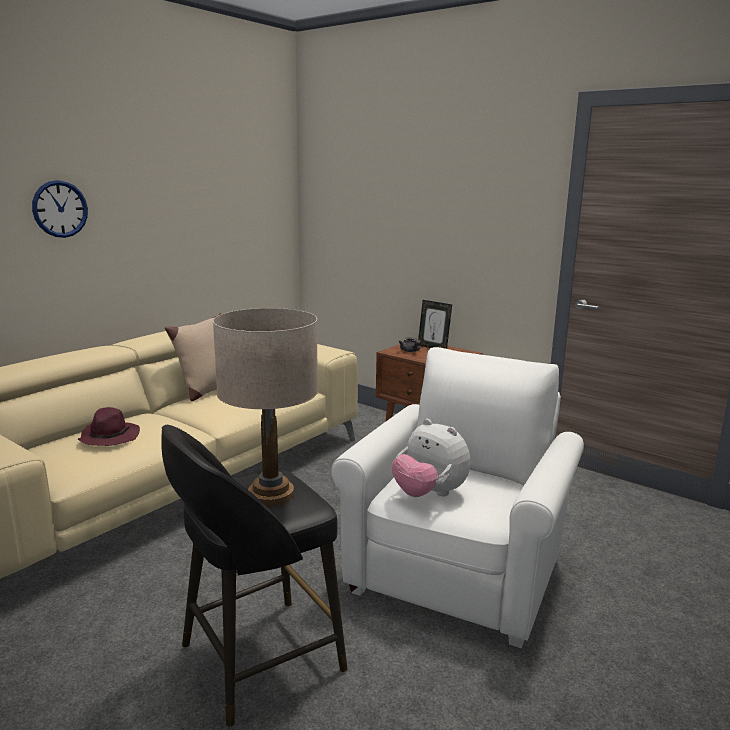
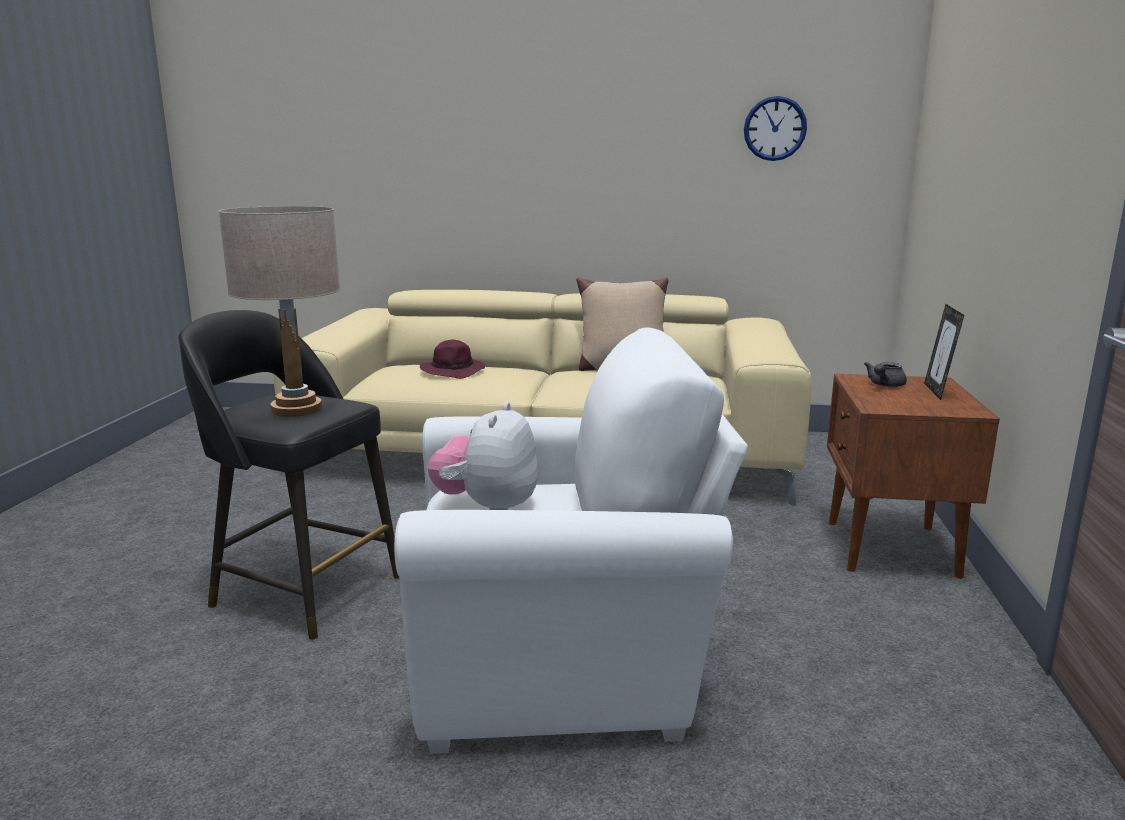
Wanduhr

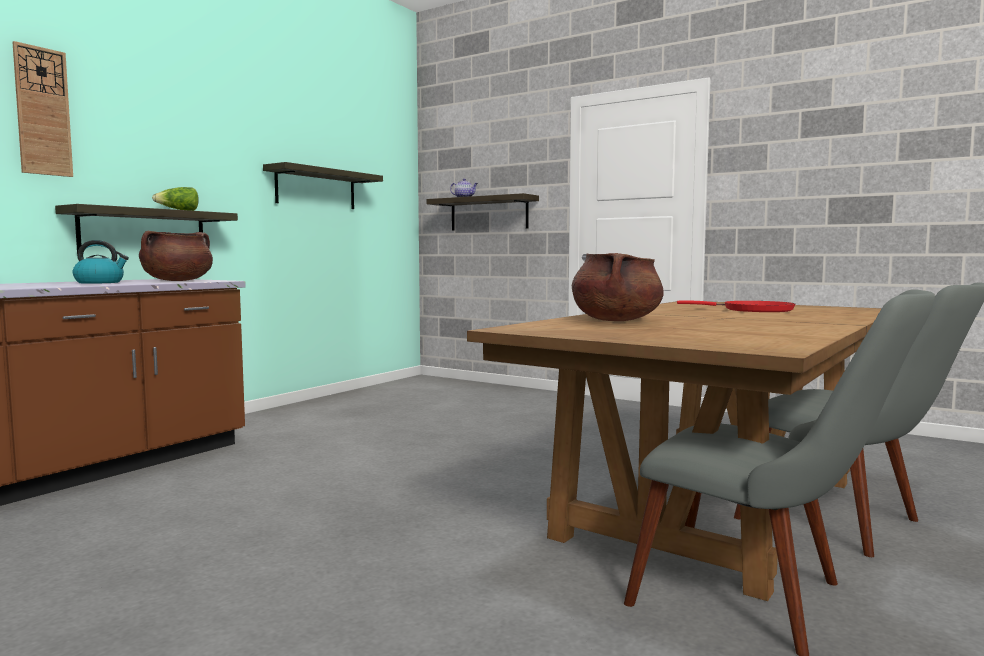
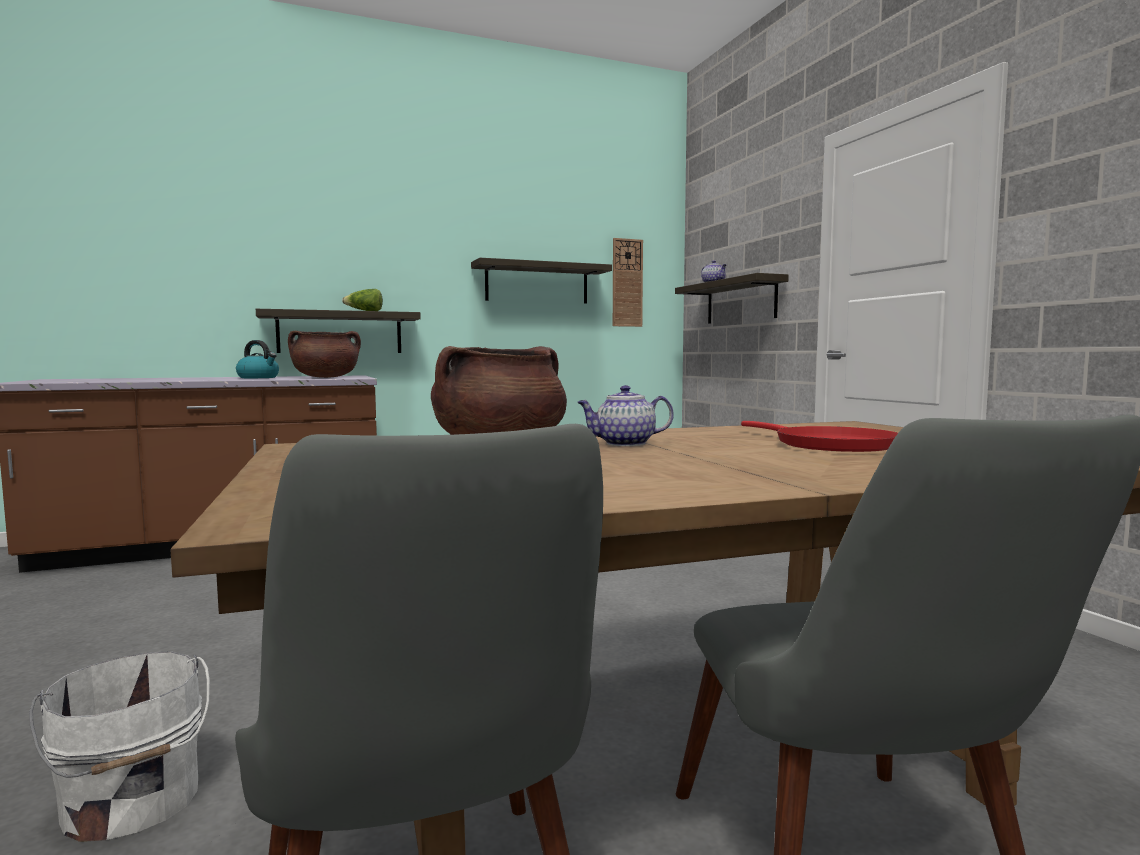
Eimer (weiß); Teekanne (no. 1 from left); Wanduhr

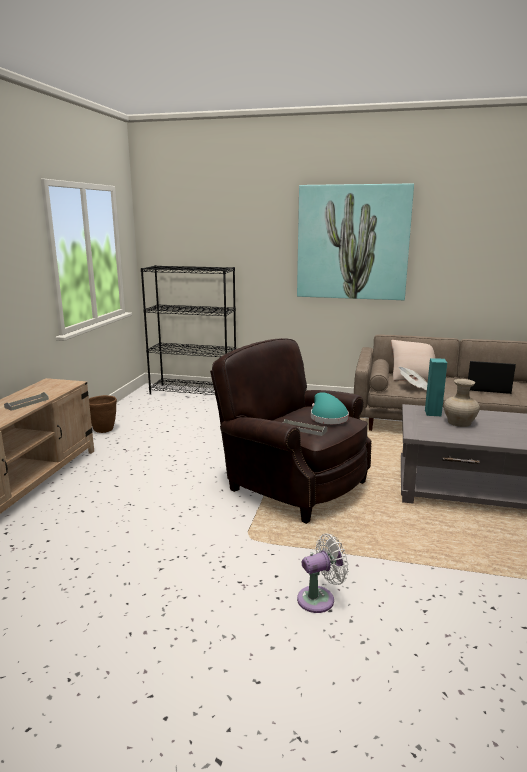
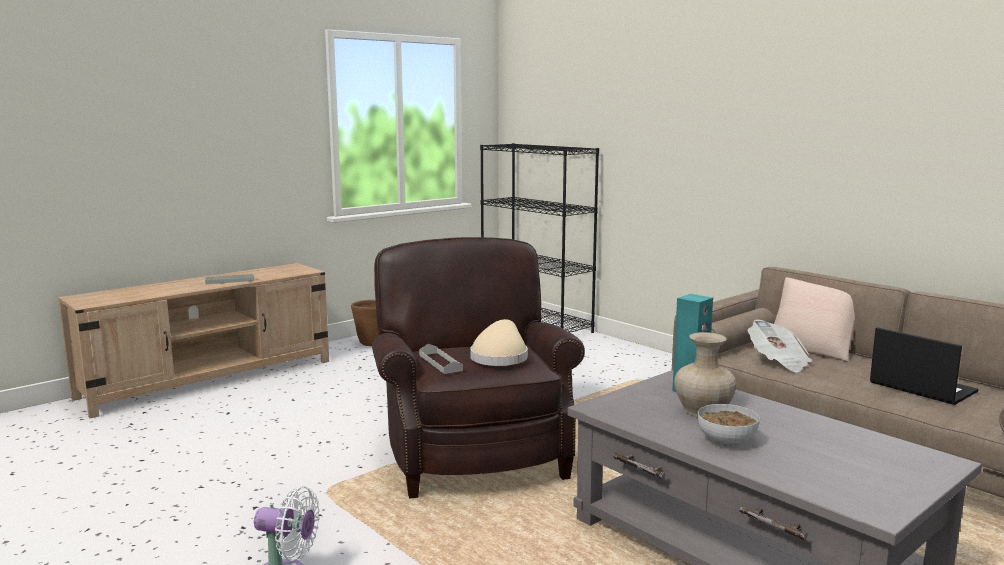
Hut (beige); Schüssel; Bild

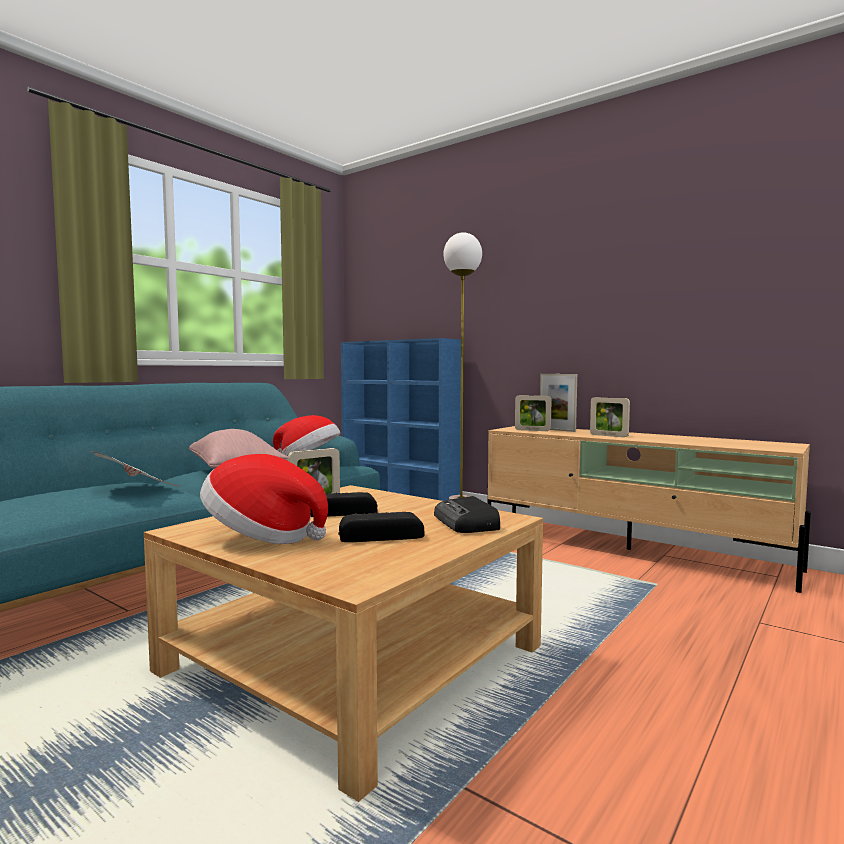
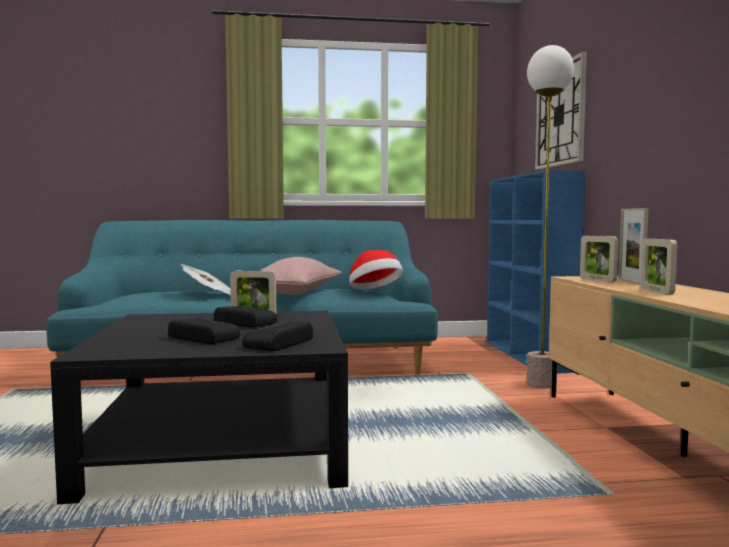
Couchtisch (schwarz); Wanduhr; Hut (no. 1 from left in the first image)

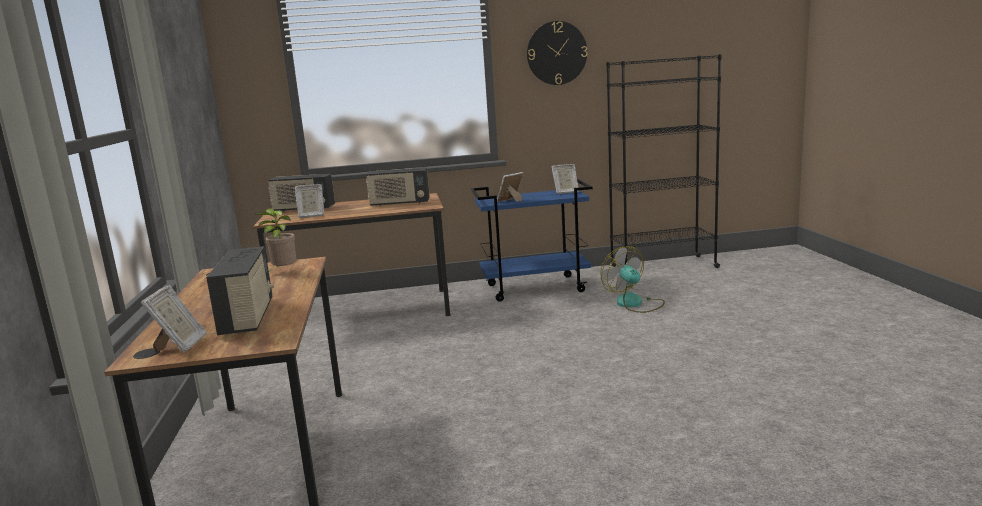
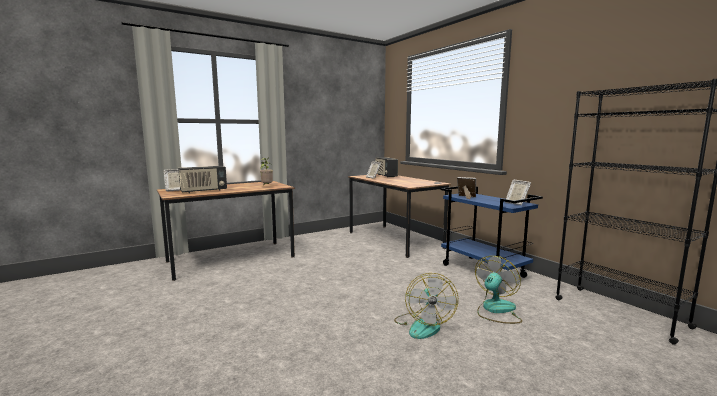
Ventilator (no. 1 from left); Radio (no. 3 from left in the first image); Wanduhr

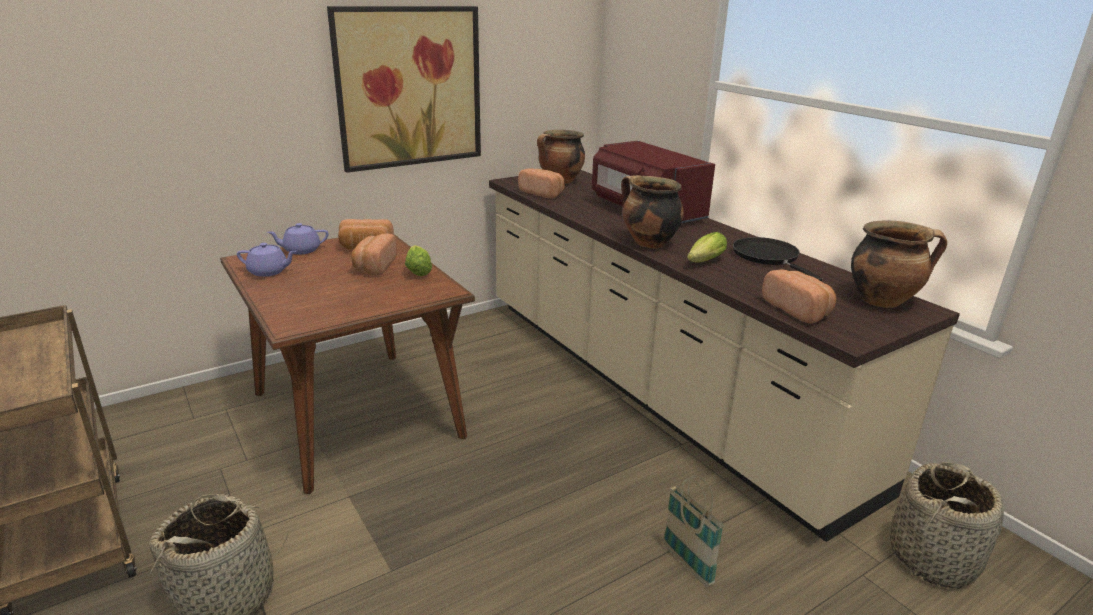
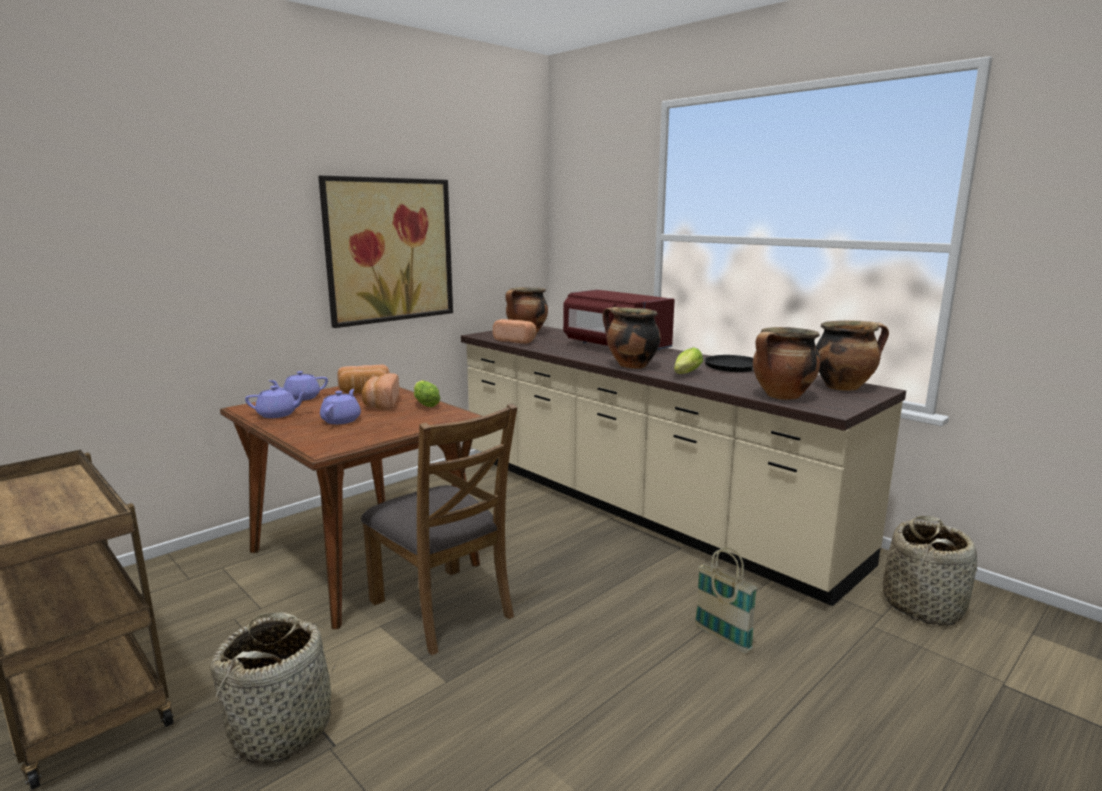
Teekanne (lila) (no. 3 from left); Stuhl (braun); Kochtopf (no. 3 from left)

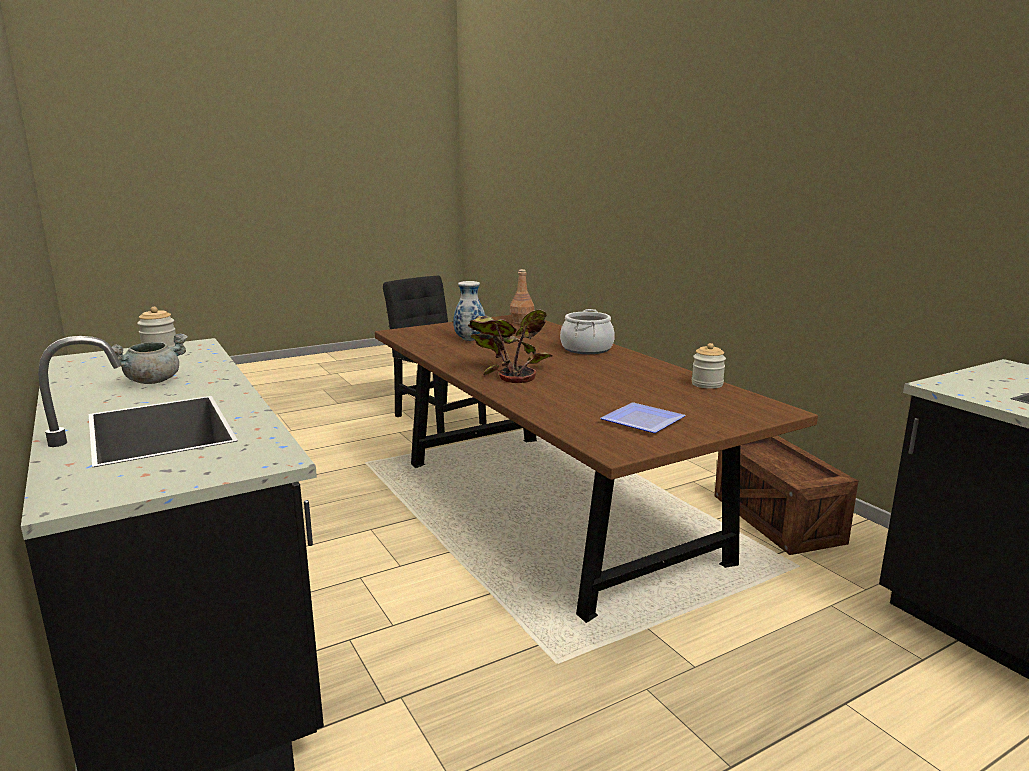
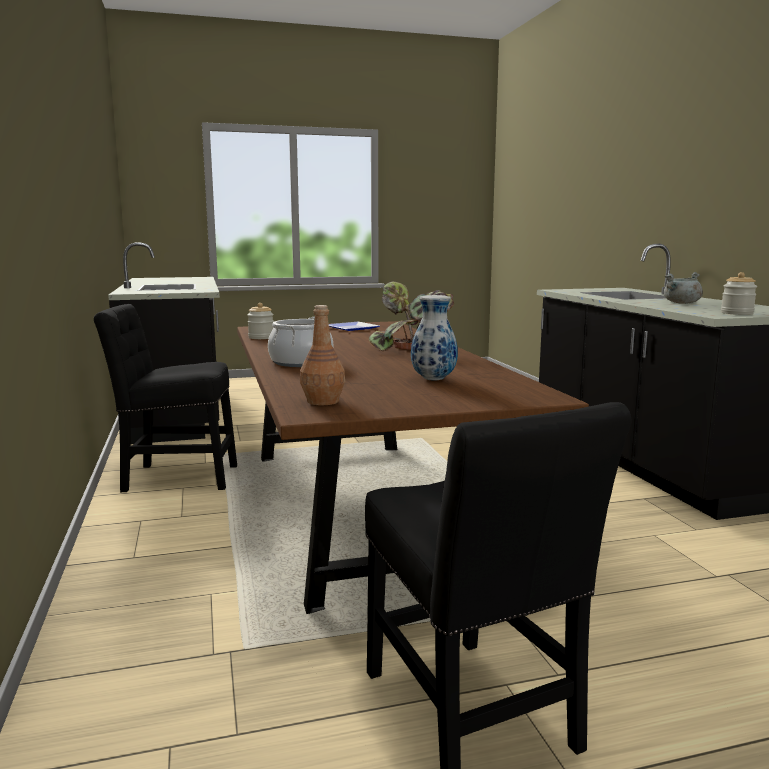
Stuhl (schwarz) (no. 1 from left)

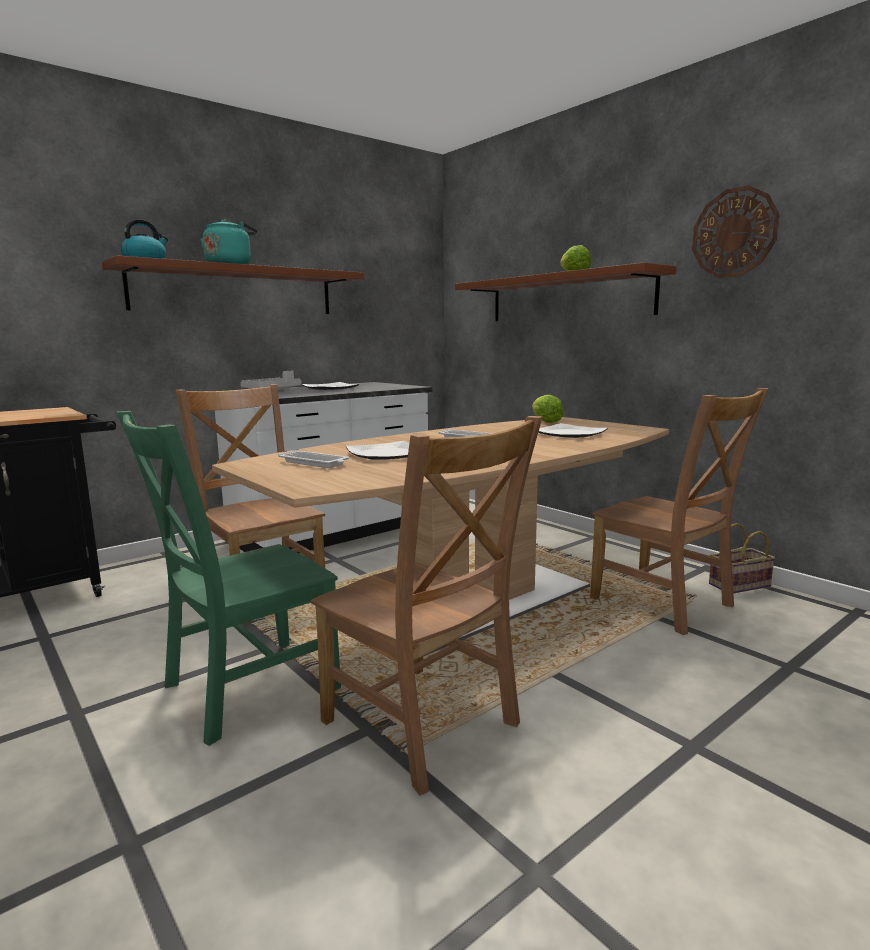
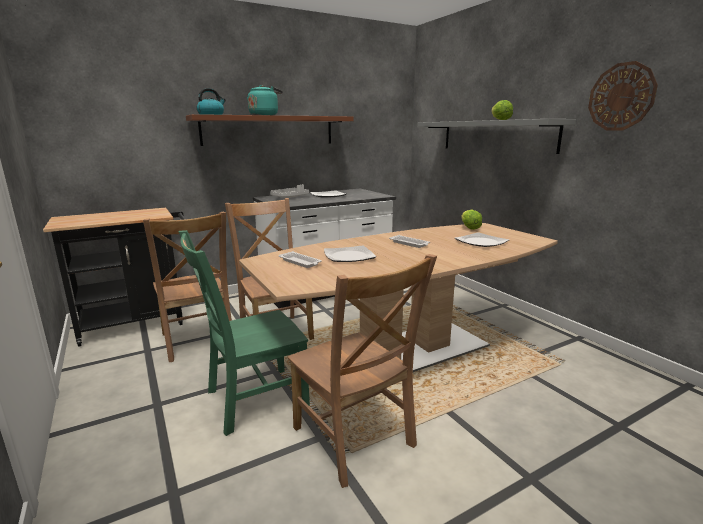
Stuhl (braun) (no. 1 from left); Wandregal (grau); Korb

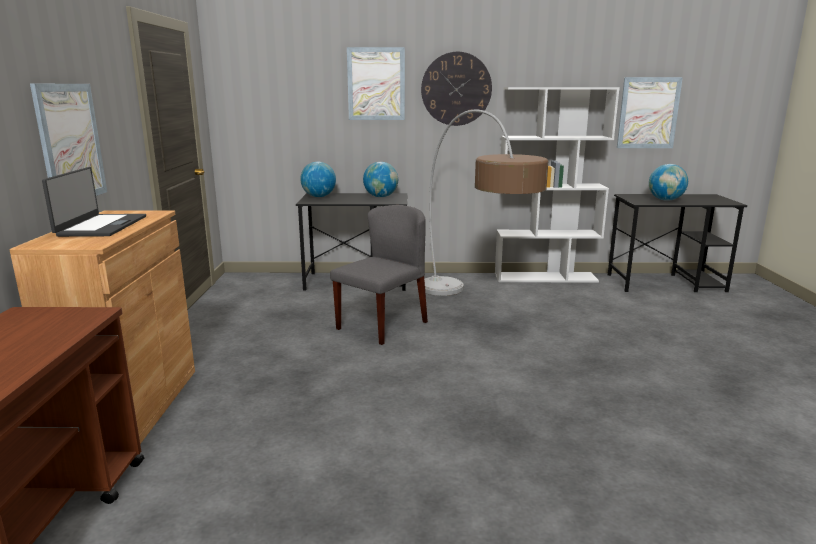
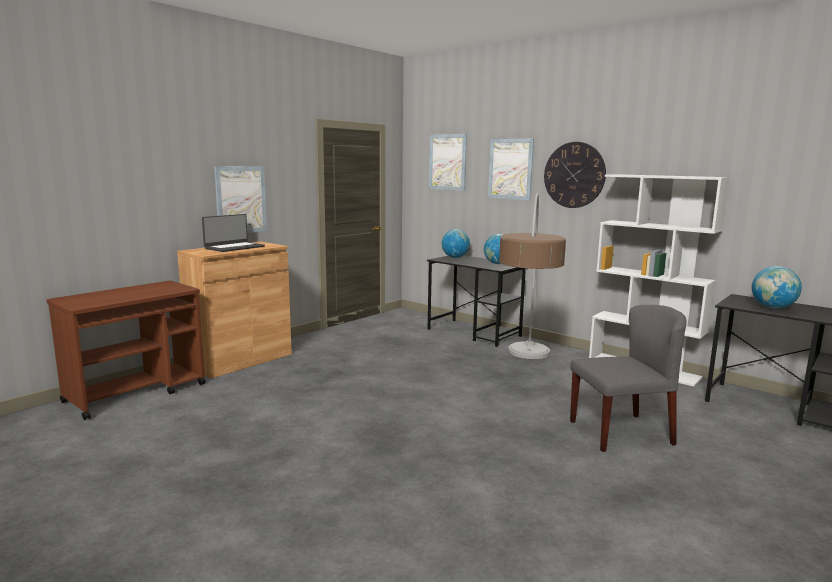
Bild (no. 2 from left); Stuhl (grau)

